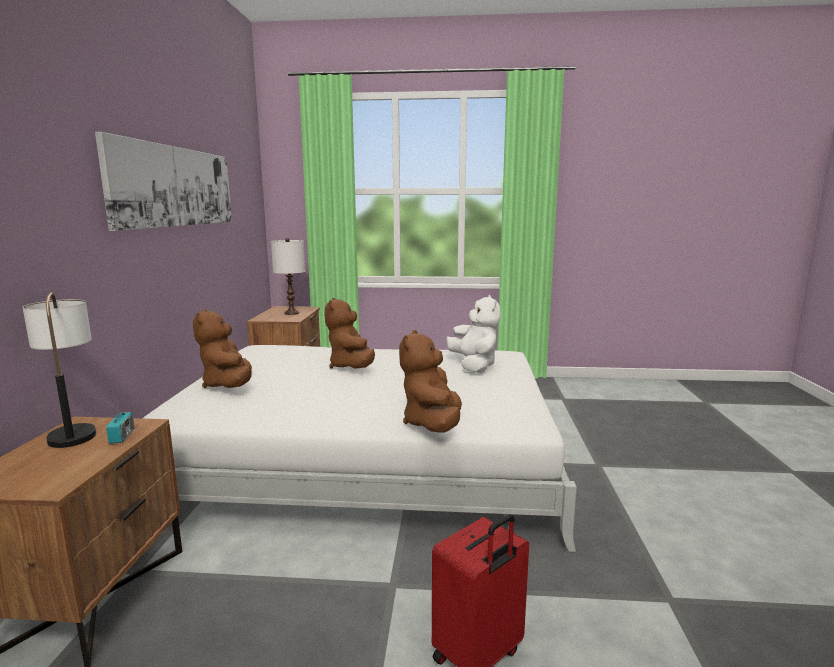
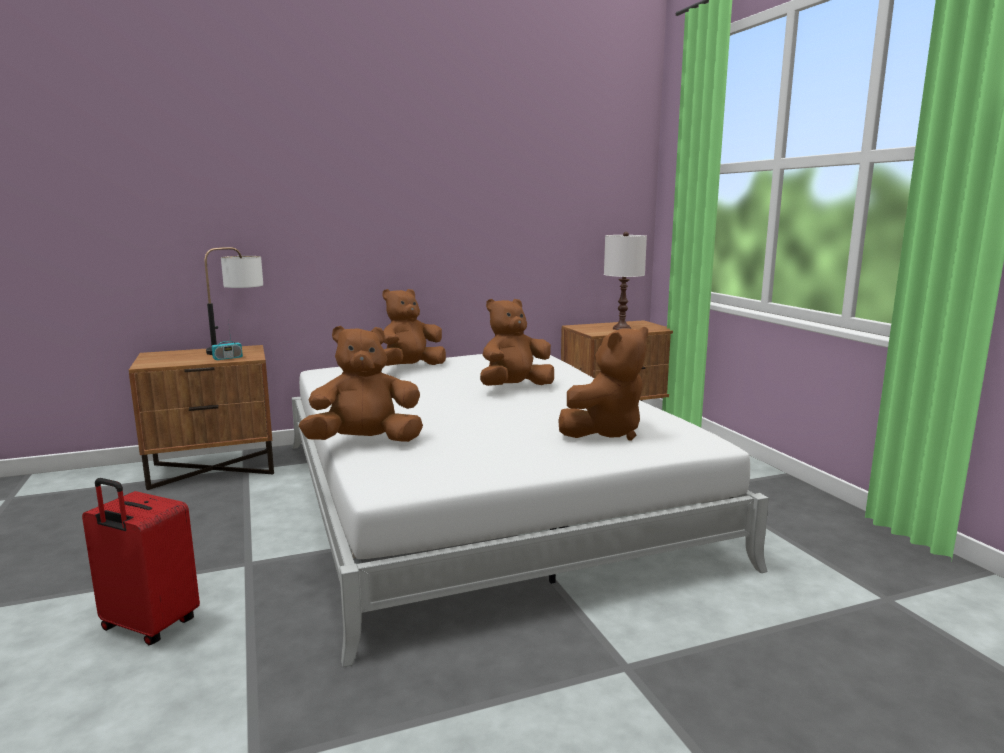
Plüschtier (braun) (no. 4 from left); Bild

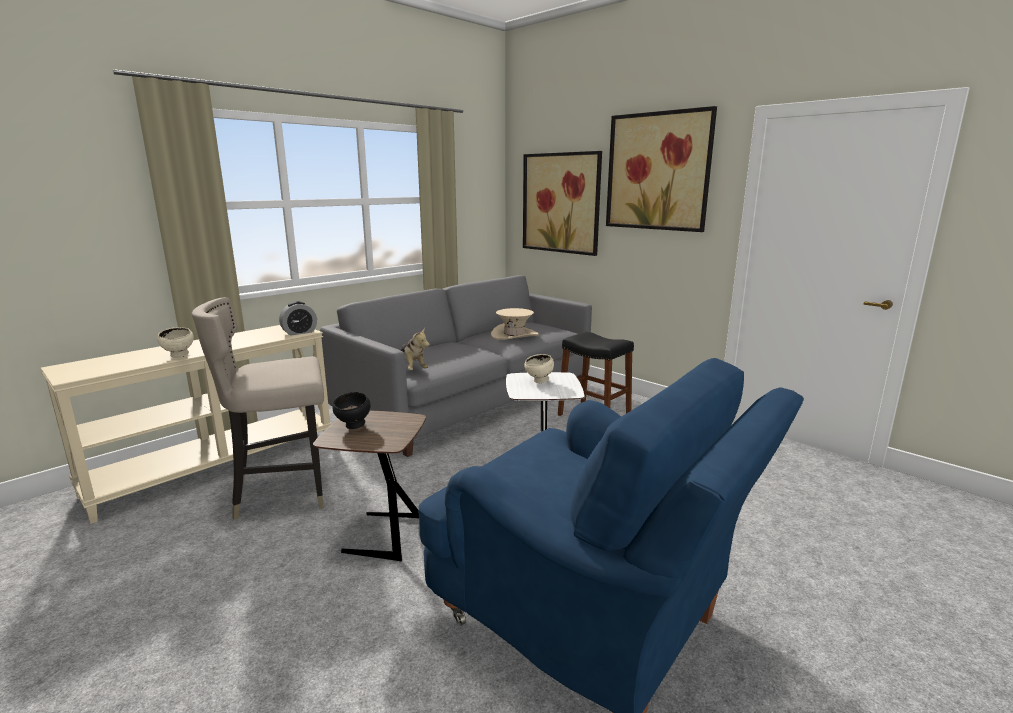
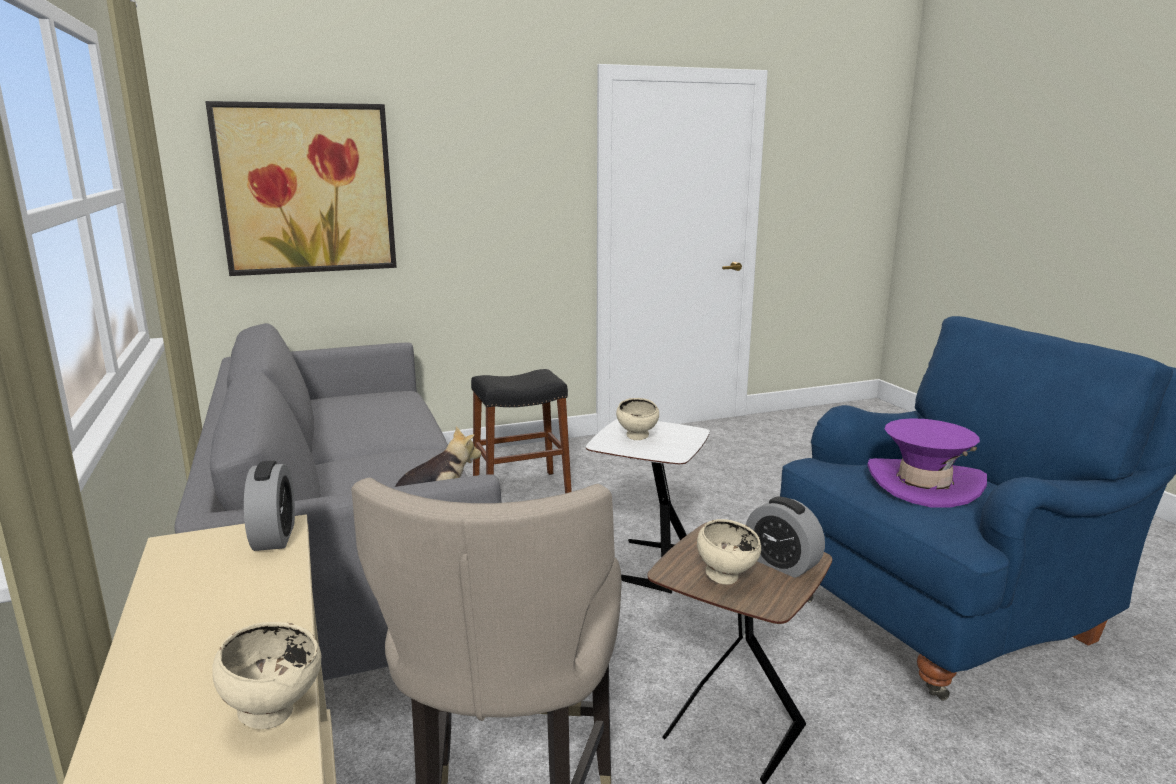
Schüssel (beige) (no. 3 from left); Wecker (no. 2 from left); Hut (lila); Hut (beige); Bild (no. 2 from left in the first image)

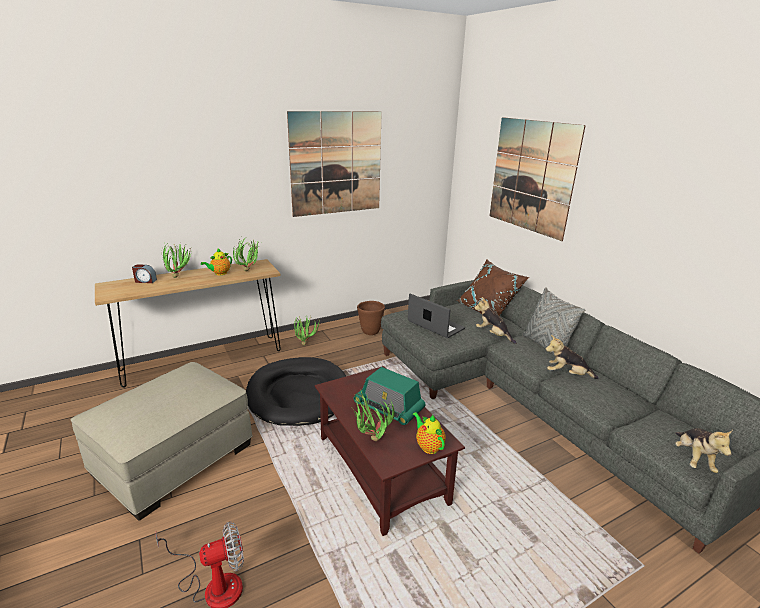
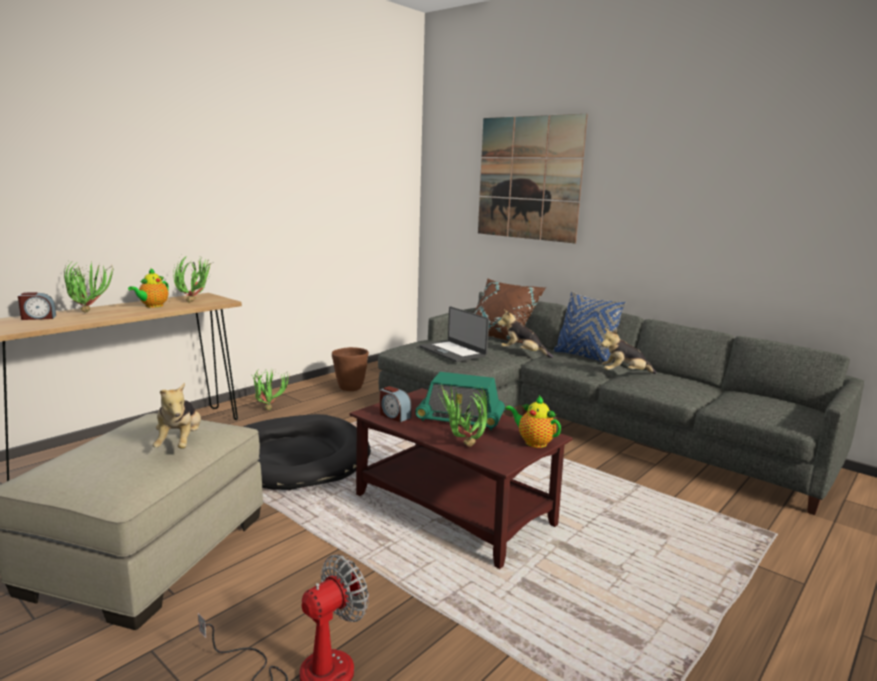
Plüschtier (no. 1 from left); Wecker (no. 2 from left); Laptop; Kissen (blau); Bild (no. 1 from left in the first image)

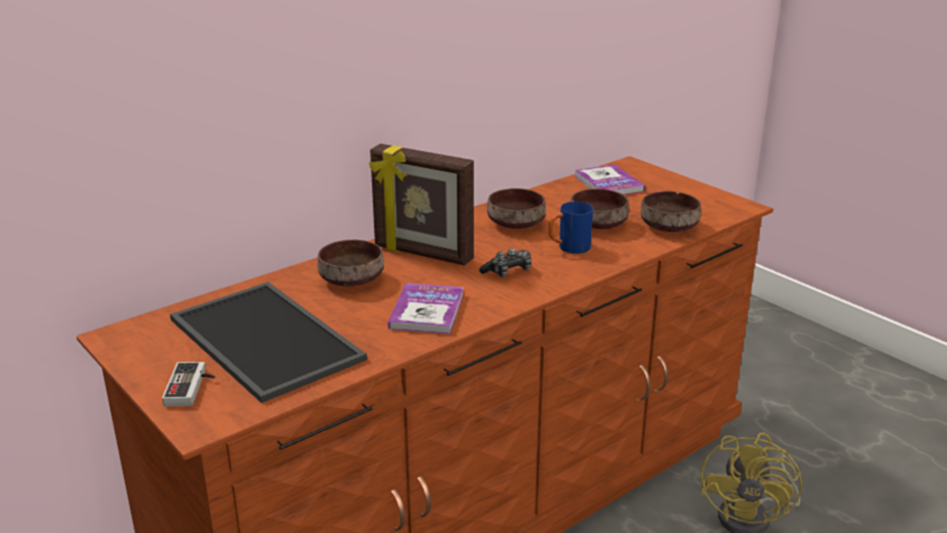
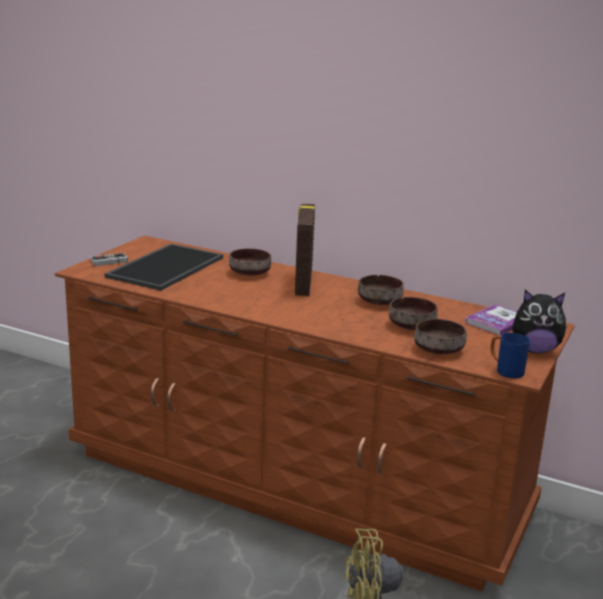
Henkelbecher (blau); Plüschtier; Buch (no. 1 from left in the first image); Gamepad (no. 2 from left in the first image)

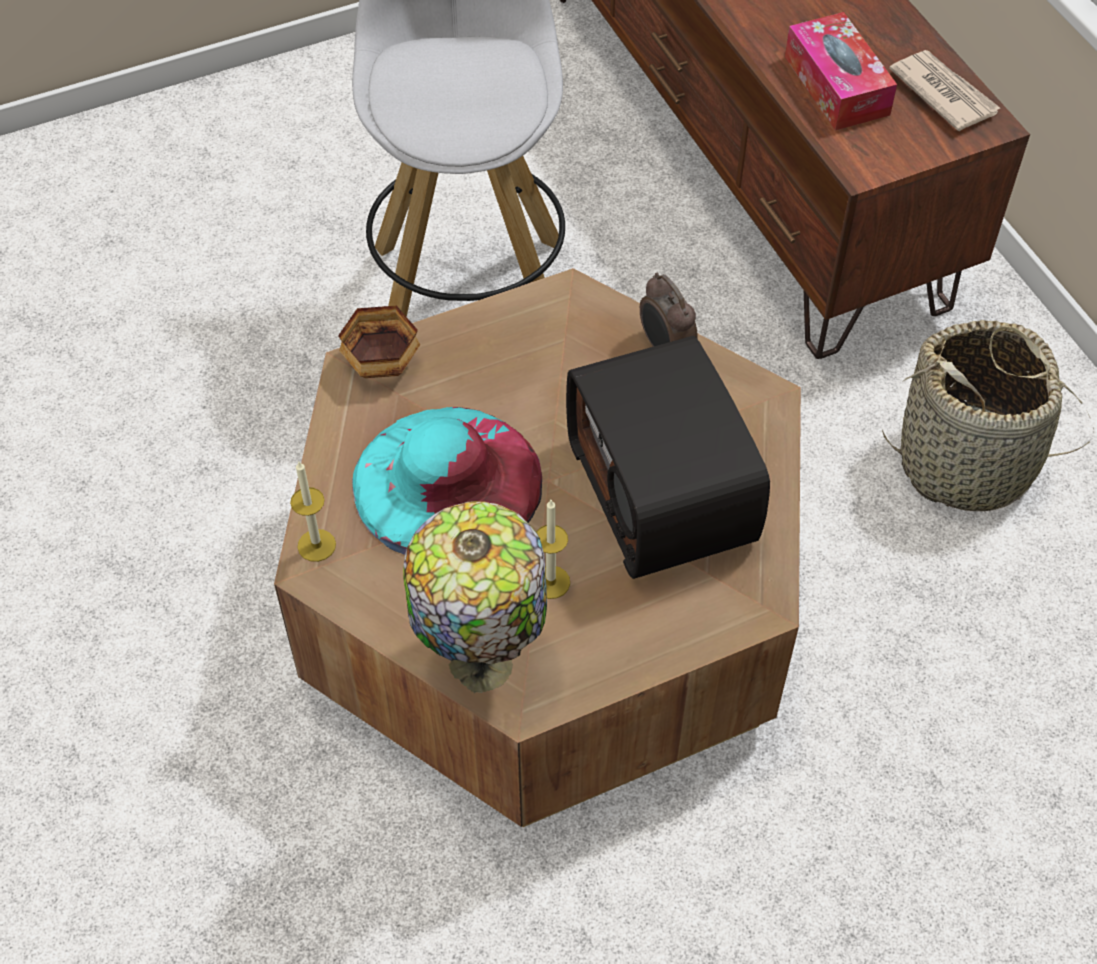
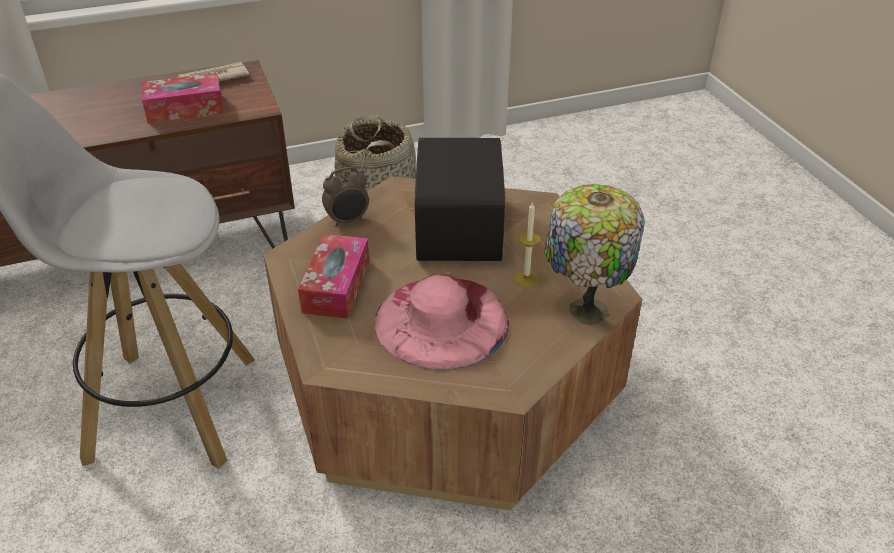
Taschentuchbox (no. 2 from left); Hut (rosa); Radio; Kerze (no. 1 from left in the first image); Schüssel

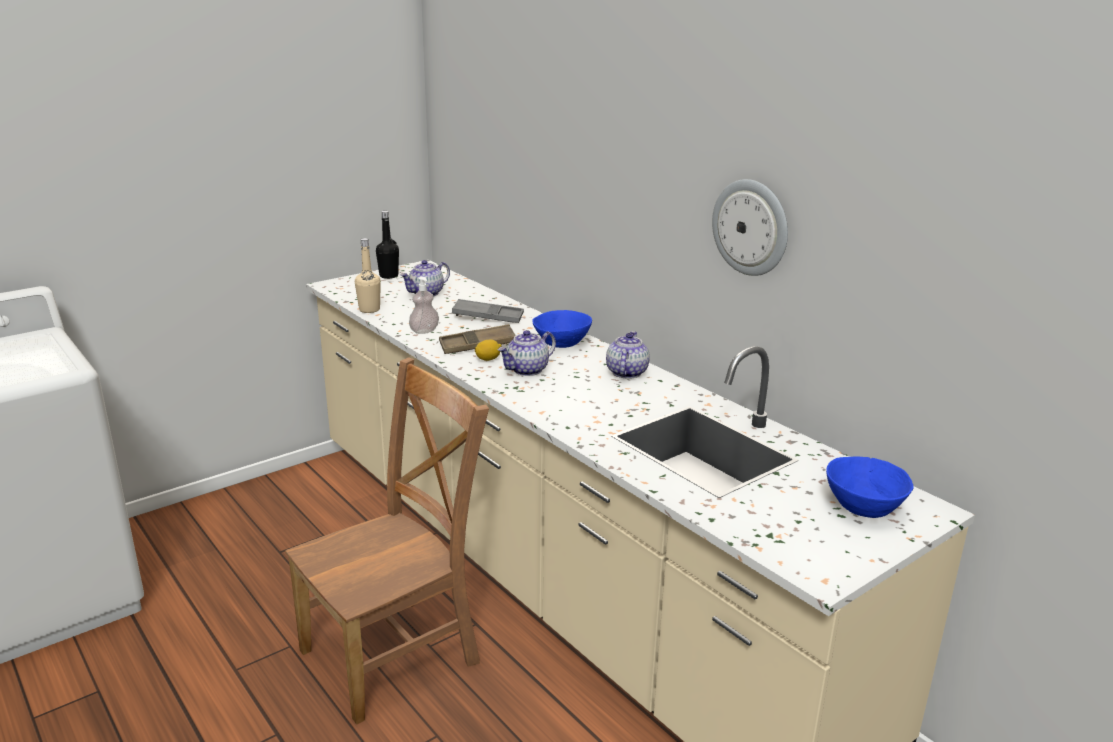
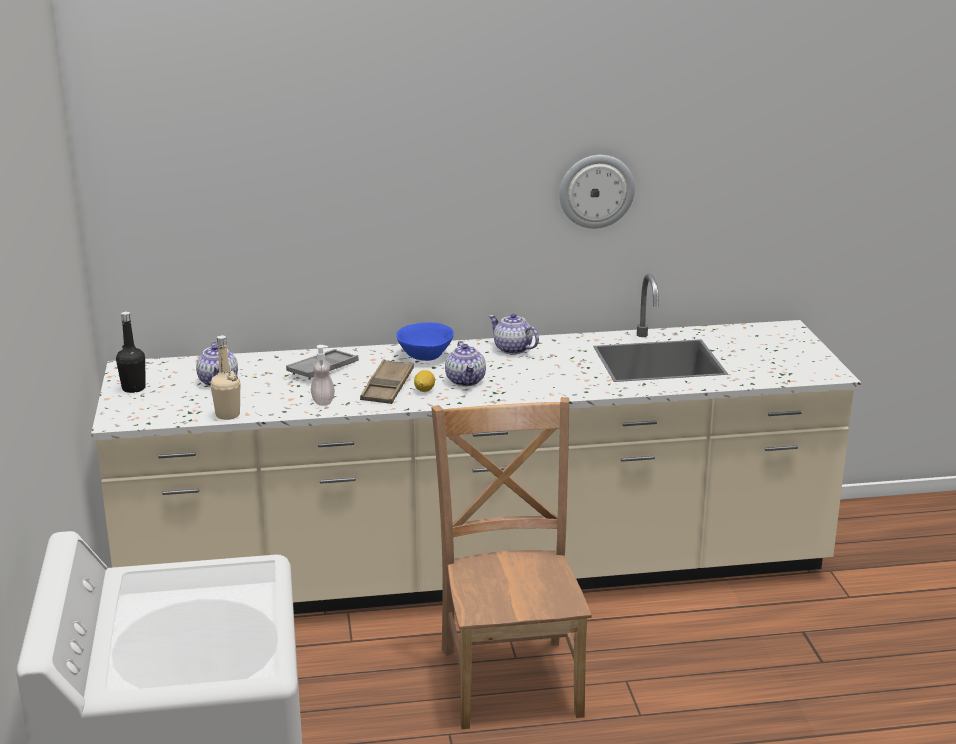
Schüssel (blau) (no. 2 from left in the first image)

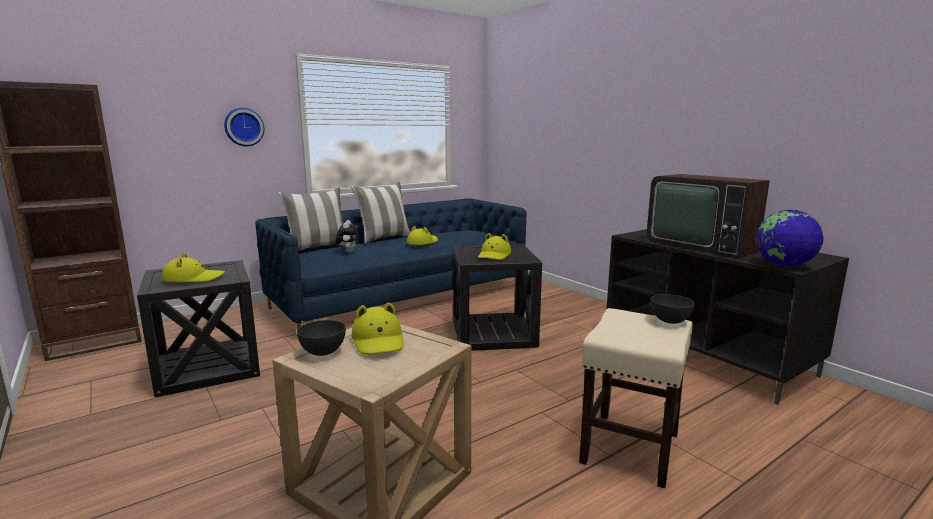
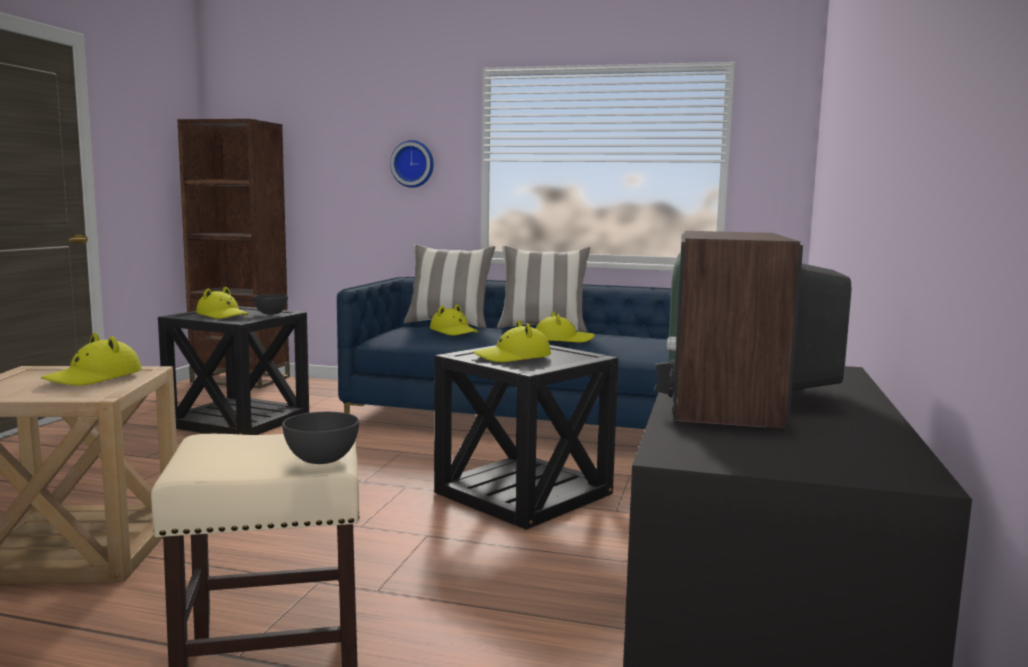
Schüssel (grau) (no. 1 from left); Hut (gelb) (no. 3 from left); Globus

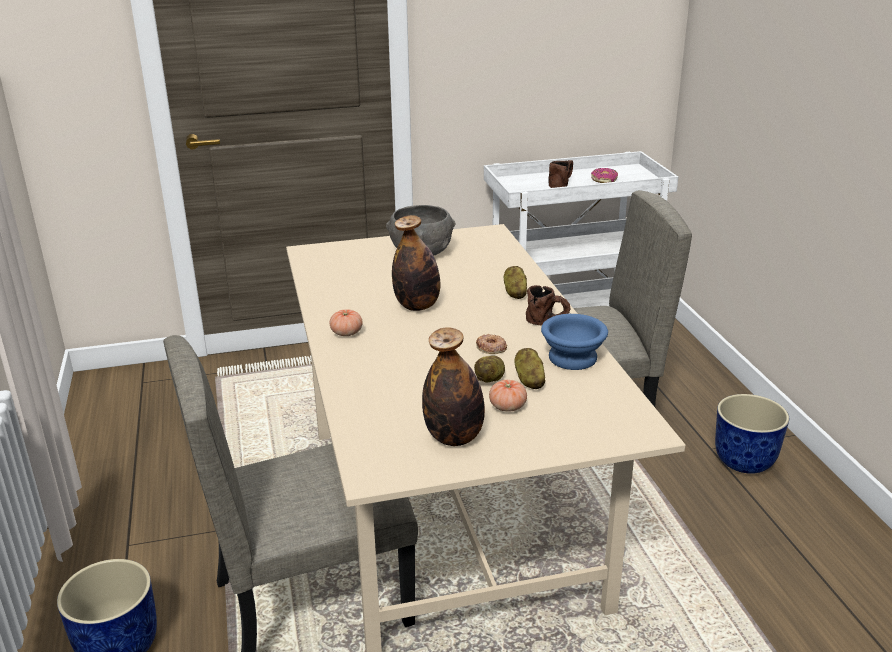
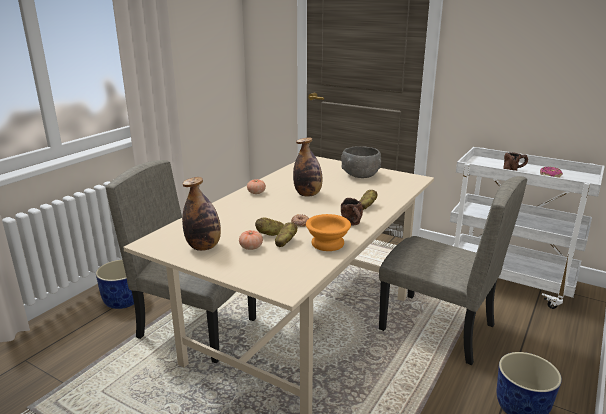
Schüssel (orange)

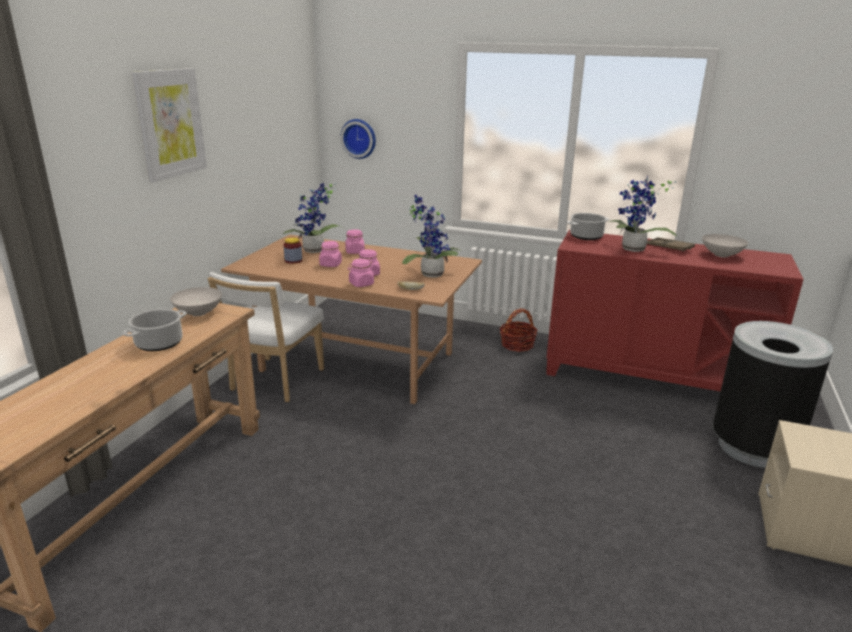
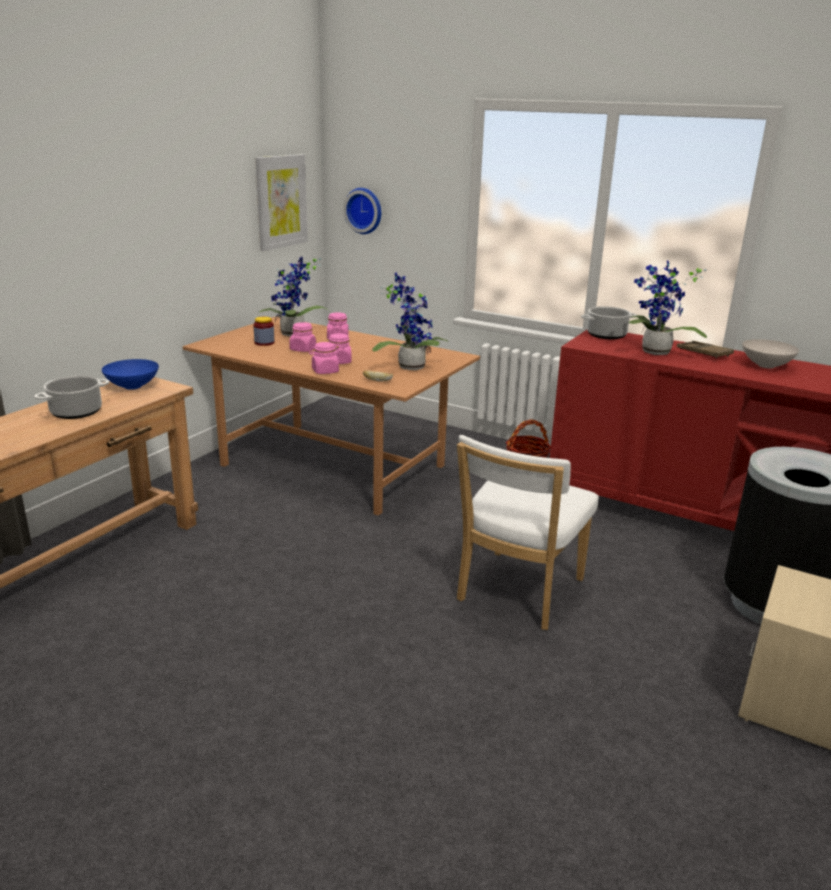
Schüssel (blau); Bild; Stuhl (weiß)

